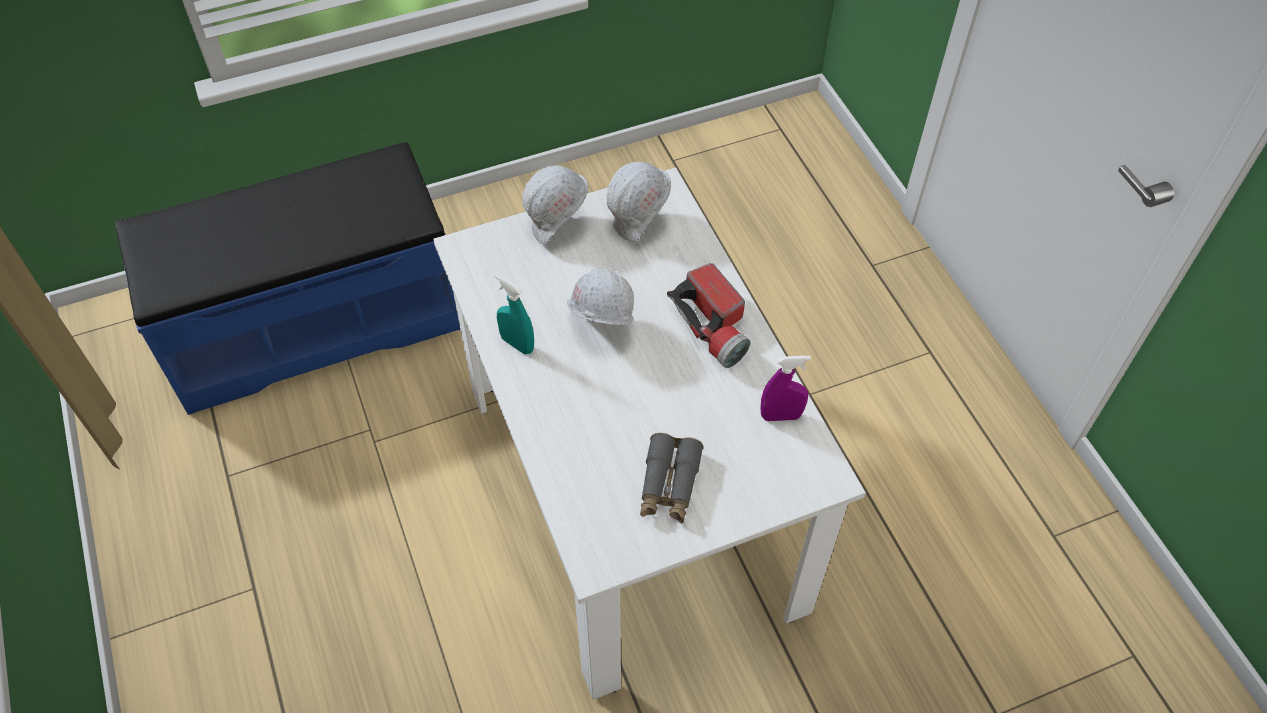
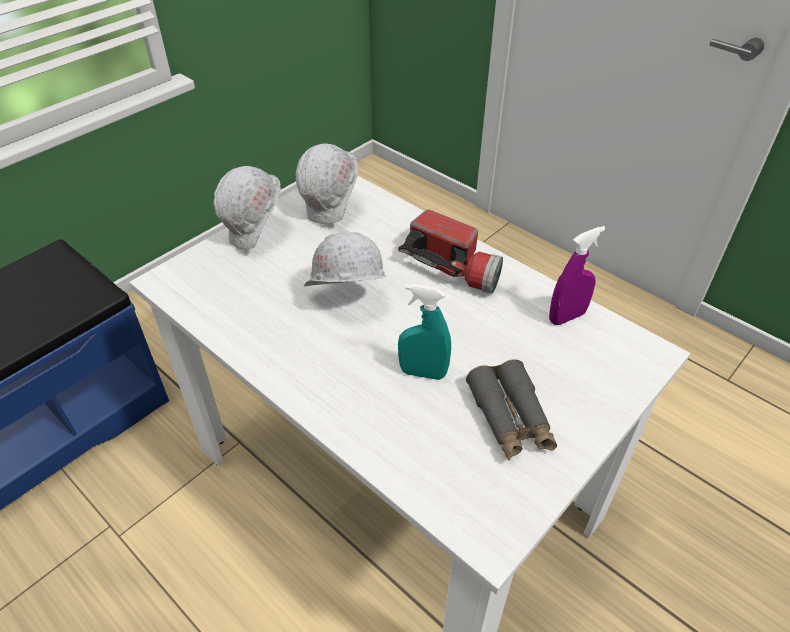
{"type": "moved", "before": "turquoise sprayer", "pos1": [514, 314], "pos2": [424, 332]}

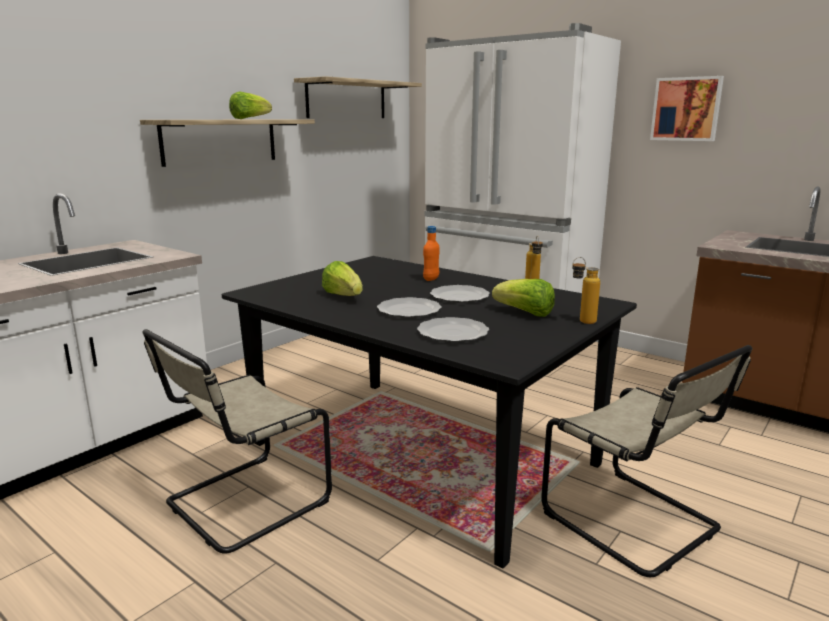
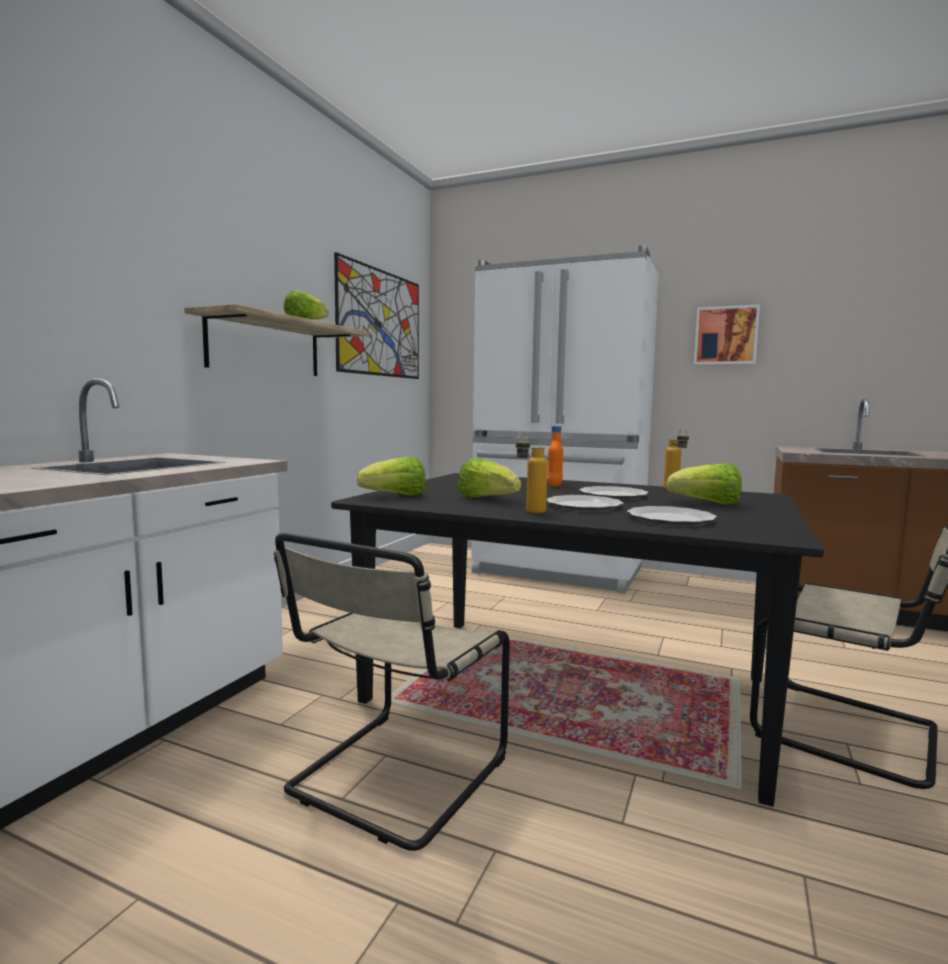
{"type": "replaced", "before": "wall shelf", "after": "picture", "pos1": [358, 97], "pos2": [376, 315]}
{"type": "moved", "before": "drink bottle", "pos1": [586, 290], "pos2": [531, 473]}
{"type": "added", "after": "head of lettuce", "pos2": [391, 476]}

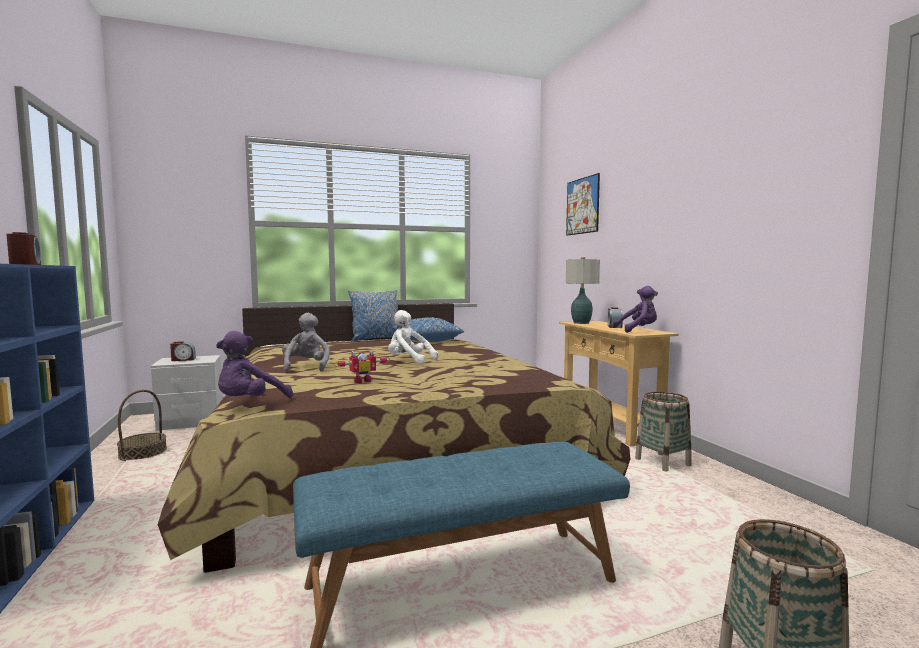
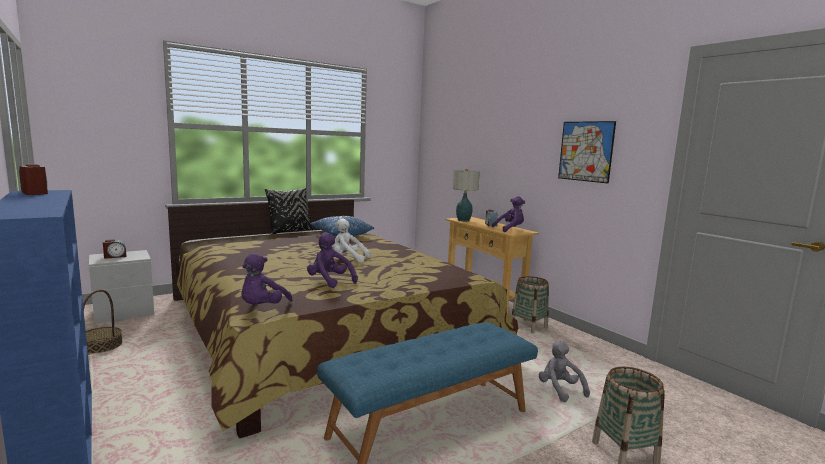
{"type": "moved", "before": "picture", "pos1": [583, 204], "pos2": [587, 152]}
{"type": "recoloured", "before": "blue cushion", "after": "black-coloured cushion", "pos1": [373, 315], "pos2": [289, 211]}
{"type": "moved", "before": "greyish soft toy", "pos1": [306, 342], "pos2": [564, 371]}
{"type": "replaced", "before": "robot figure", "after": "purple soft toy", "pos1": [362, 366], "pos2": [332, 260]}

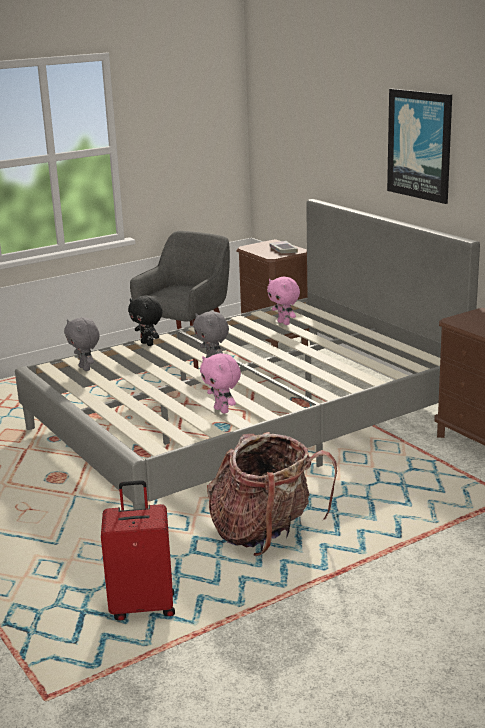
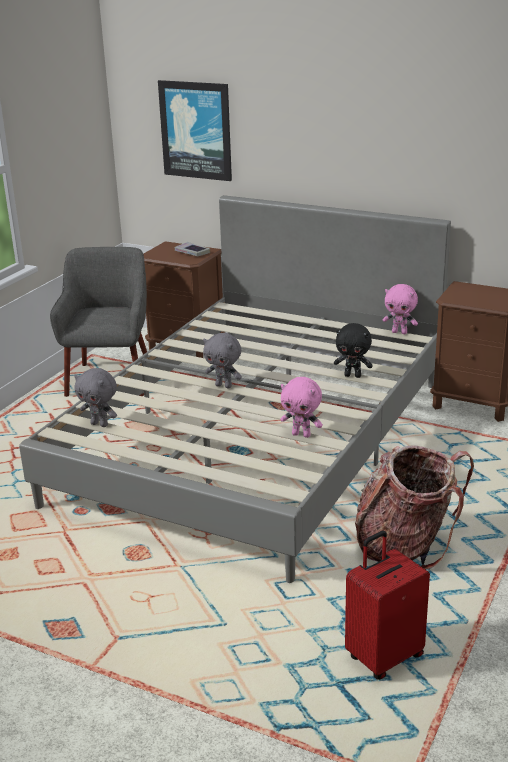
{"type": "moved", "before": "picture", "pos1": [419, 146], "pos2": [195, 130]}
{"type": "moved", "before": "pink soft toy", "pos1": [283, 301], "pos2": [400, 309]}
{"type": "moved", "before": "black-coloured soft toy", "pos1": [145, 320], "pos2": [353, 350]}

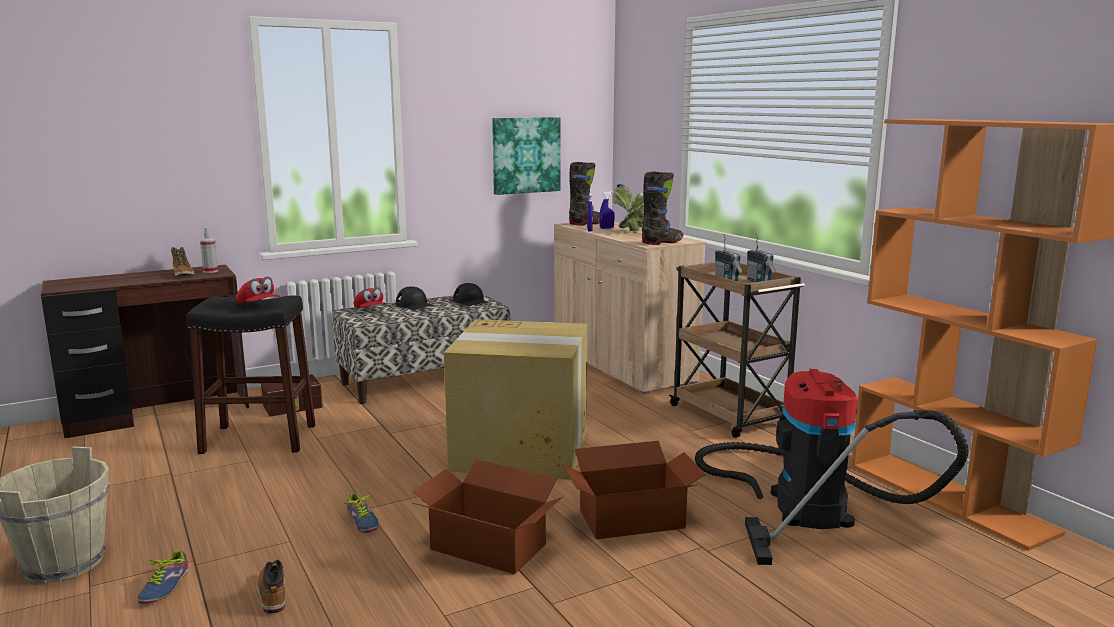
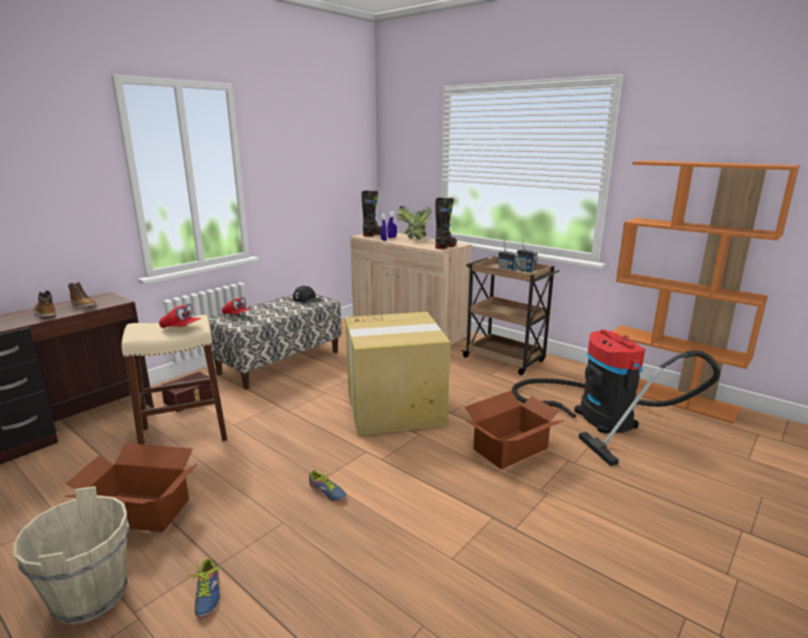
{"type": "removed", "before": "picture", "pos1": [526, 156]}
{"type": "removed", "before": "sprayer", "pos1": [209, 250]}
{"type": "removed", "before": "black-coloured cap", "pos1": [415, 298]}
{"type": "recoloured", "before": "black-coloured sitting stool", "after": "beige sitting stool", "pos1": [251, 375], "pos2": [175, 380]}
{"type": "moved", "before": "carton", "pos1": [488, 517], "pos2": [130, 487]}
{"type": "moved", "before": "high-top boot", "pos1": [270, 586], "pos2": [45, 305]}

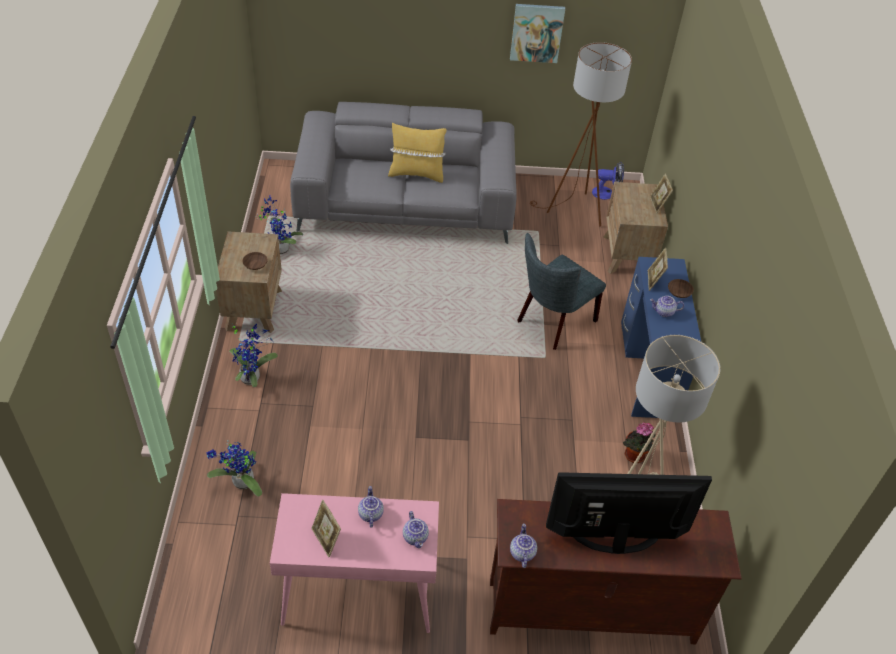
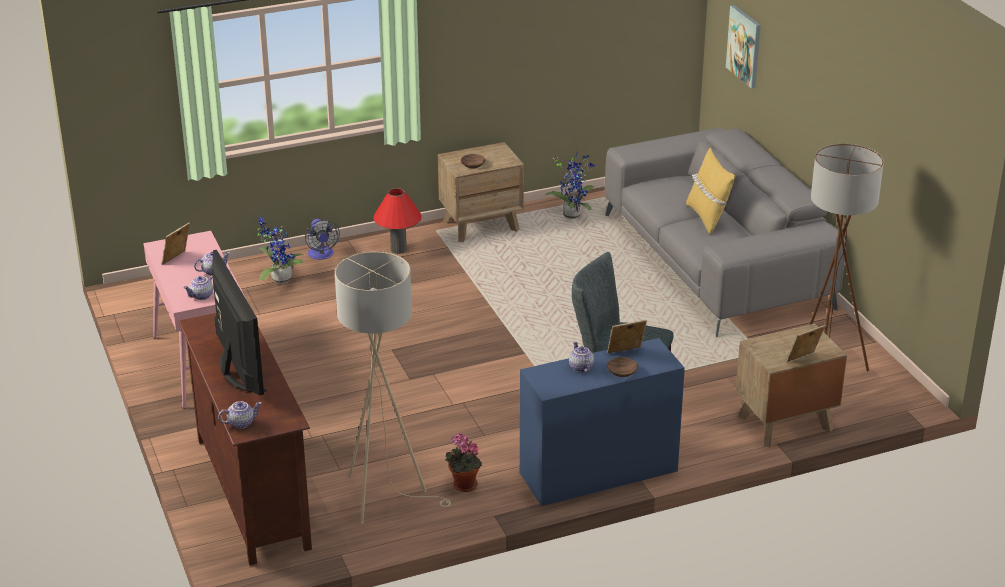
{"type": "moved", "before": "picture", "pos1": [537, 33], "pos2": [743, 46]}
{"type": "moved", "before": "electric fan", "pos1": [608, 181], "pos2": [322, 239]}
{"type": "replaced", "before": "plant in a pot", "after": "red-coloured table lamp", "pos1": [253, 355], "pos2": [397, 221]}
{"type": "moved", "before": "pot for tea", "pos1": [523, 545], "pos2": [240, 415]}

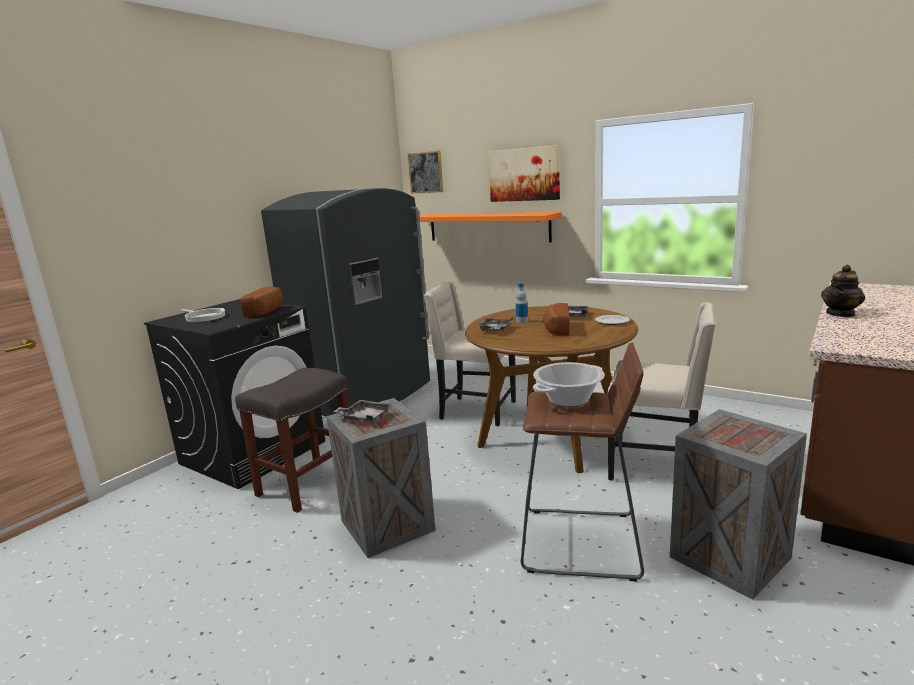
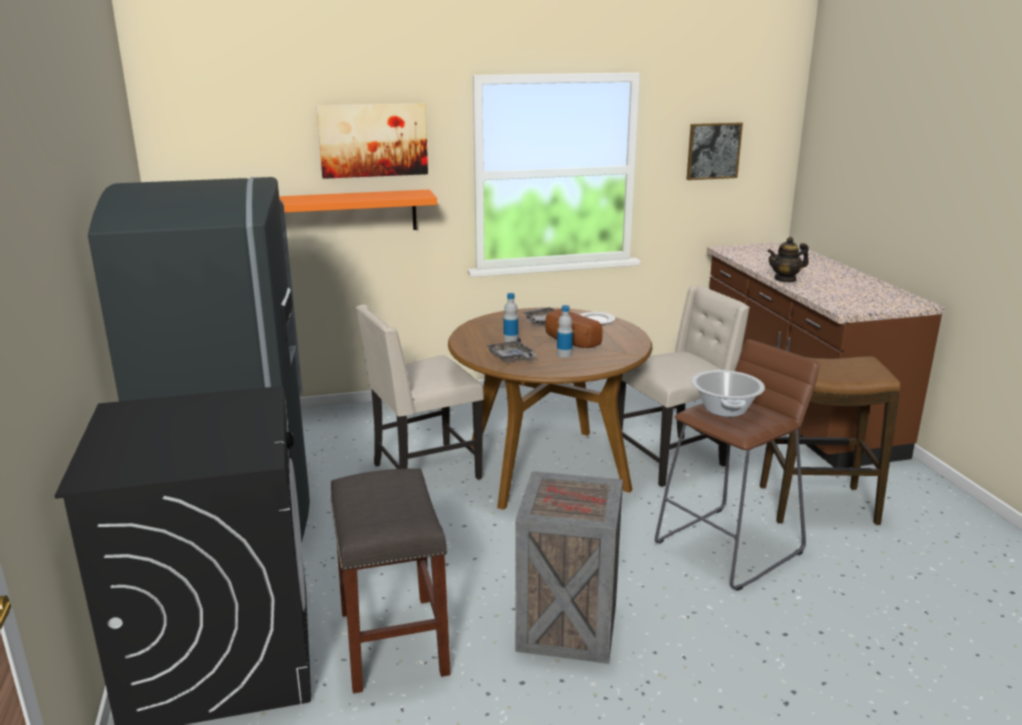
{"type": "moved", "before": "picture", "pos1": [425, 172], "pos2": [715, 151]}
{"type": "turned", "before": "pot for tea", "pos1": [843, 291], "pos2": [788, 259], "turn": 75}
{"type": "removed", "before": "bread", "pos1": [262, 301]}
{"type": "removed", "before": "pan", "pos1": [203, 315]}
{"type": "removed", "before": "greyish tray", "pos1": [362, 412]}
{"type": "replaced", "before": "crate", "after": "sitting stool", "pos1": [738, 504], "pos2": [830, 440]}
{"type": "added", "after": "drink bottle", "pos2": [565, 331]}

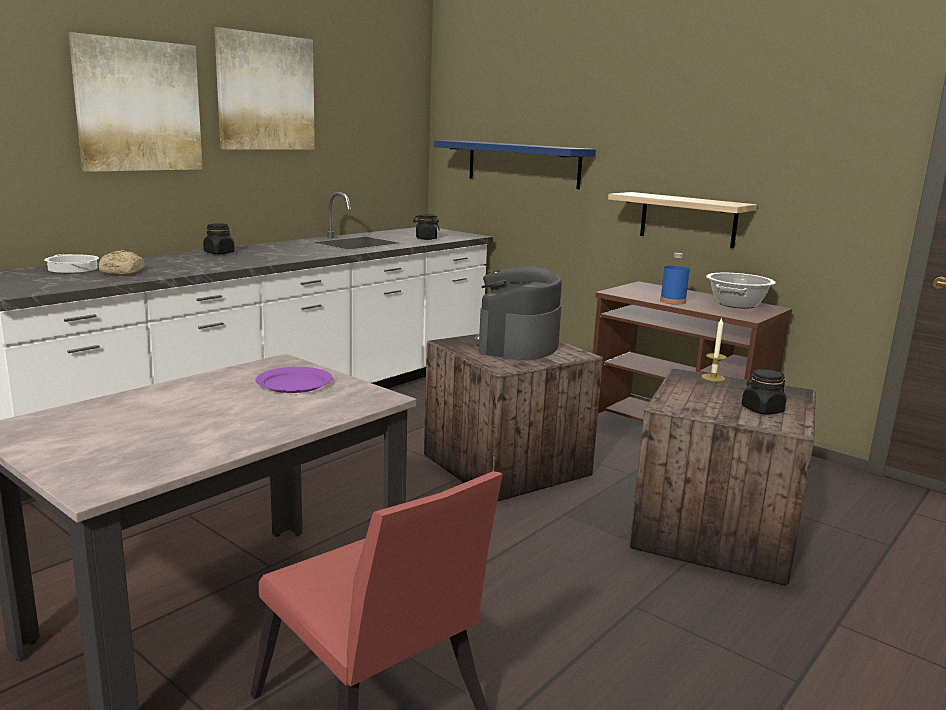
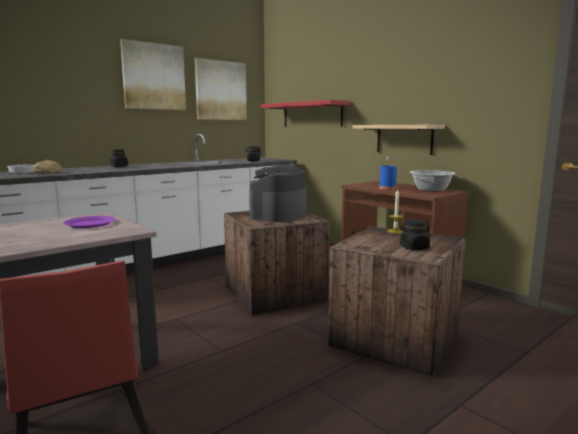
{"type": "moved", "before": "picture", "pos1": [136, 102], "pos2": [221, 89]}
{"type": "recoloured", "before": "blue wall shelf", "after": "red-coloured wall shelf", "pos1": [515, 164], "pos2": [305, 113]}

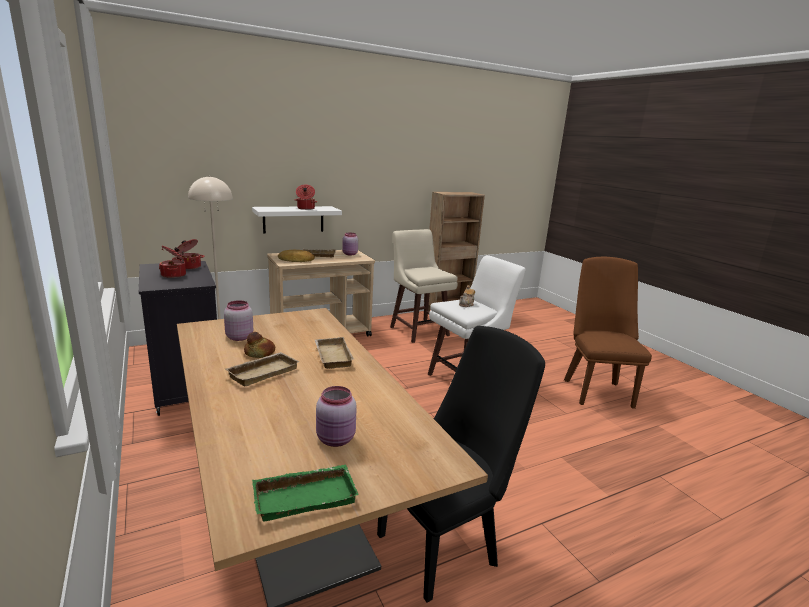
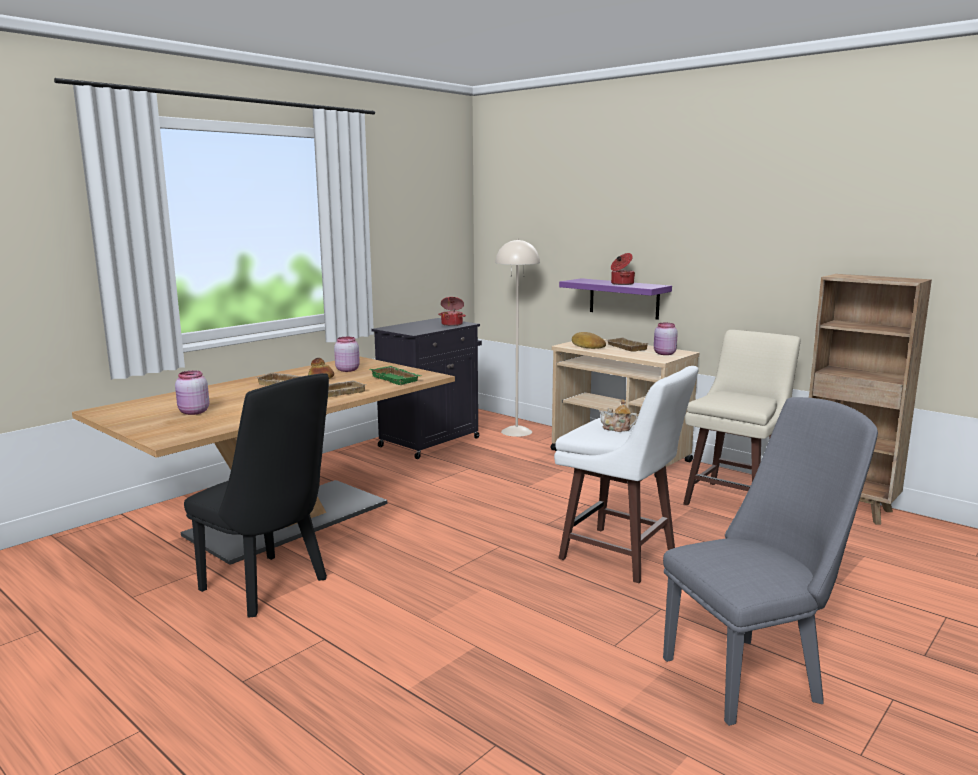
{"type": "recoloured", "before": "white wall shelf", "after": "purple wall shelf", "pos1": [297, 220], "pos2": [615, 299]}
{"type": "removed", "before": "saucepot", "pos1": [172, 262]}
{"type": "recoloured", "before": "brownish plain chair", "after": "greyish plain chair", "pos1": [608, 333], "pos2": [770, 561]}
{"type": "moved", "before": "green tray", "pos1": [305, 493], "pos2": [395, 375]}

